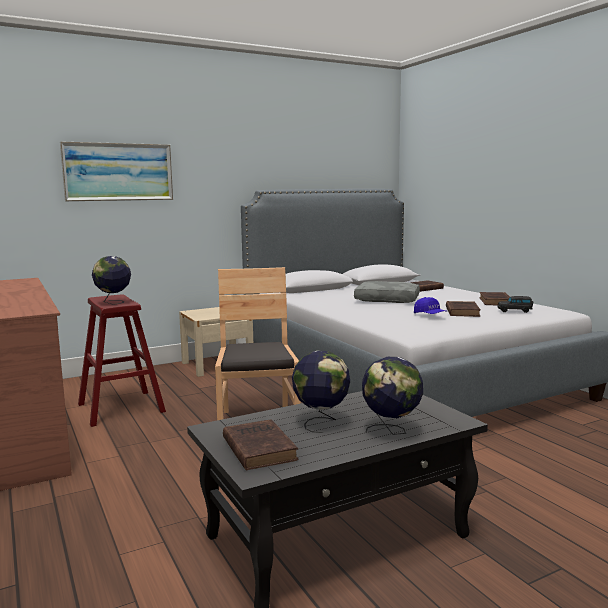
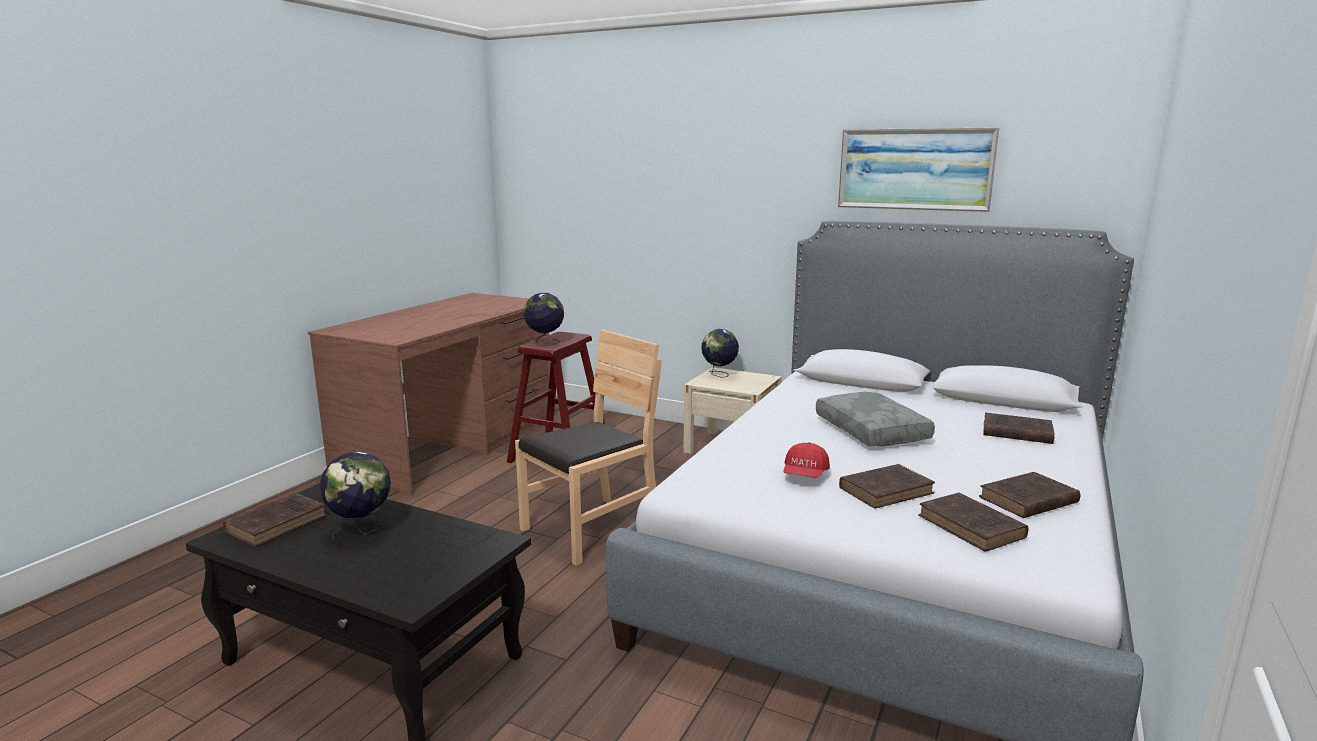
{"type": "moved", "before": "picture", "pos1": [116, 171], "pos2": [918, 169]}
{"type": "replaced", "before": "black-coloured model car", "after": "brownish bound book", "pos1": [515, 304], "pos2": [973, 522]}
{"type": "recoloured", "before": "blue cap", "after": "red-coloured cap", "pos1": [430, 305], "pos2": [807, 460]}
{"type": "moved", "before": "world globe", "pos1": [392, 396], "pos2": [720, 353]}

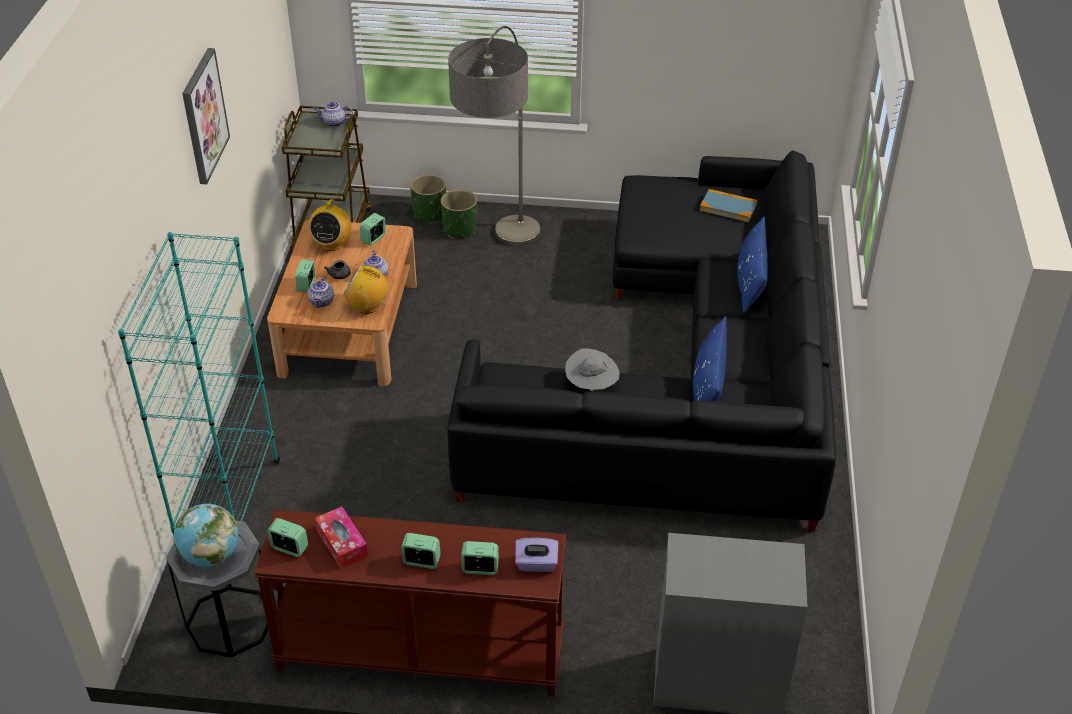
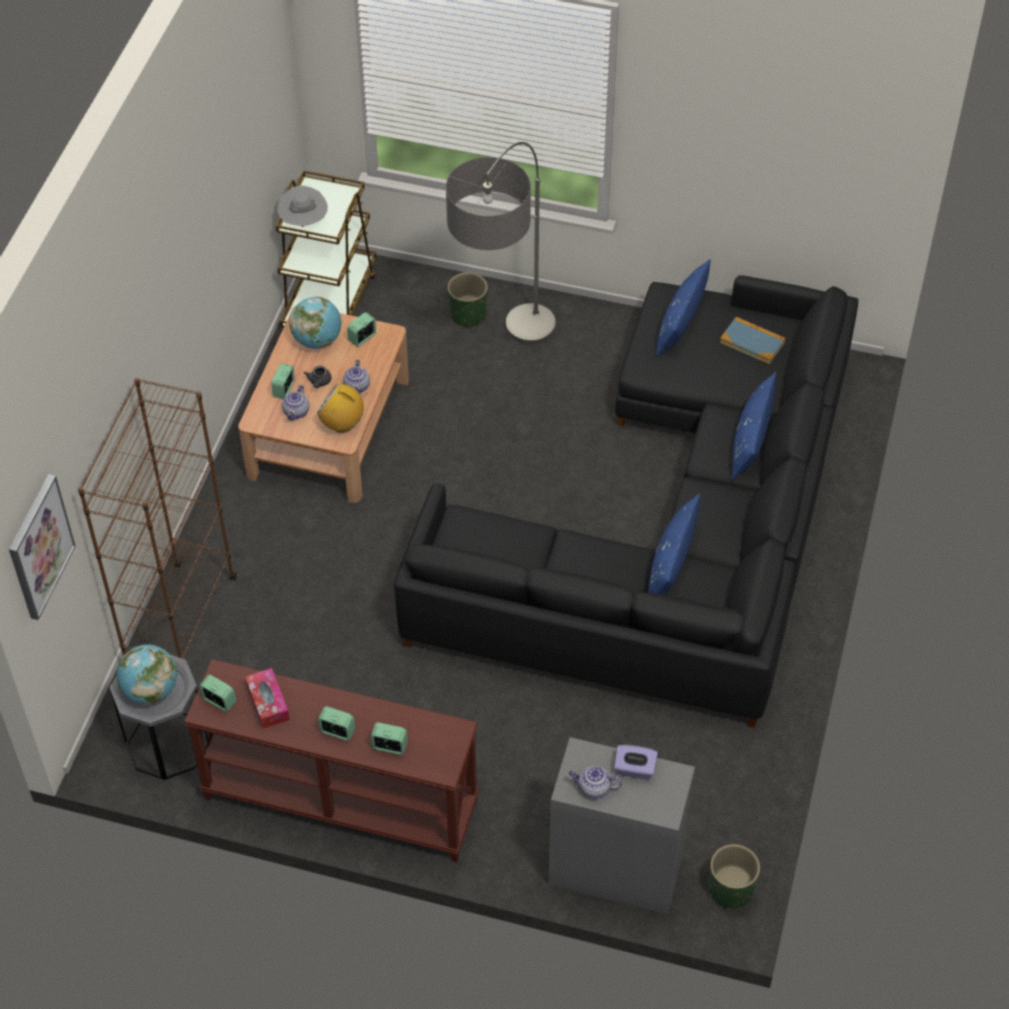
{"type": "moved", "before": "picture", "pos1": [206, 116], "pos2": [42, 547]}
{"type": "moved", "before": "pot for tea", "pos1": [333, 114], "pos2": [595, 782]}
{"type": "moved", "before": "green planter", "pos1": [428, 199], "pos2": [734, 877]}
{"type": "replaced", "before": "radio", "after": "world globe", "pos1": [329, 224], "pos2": [315, 323]}
{"type": "recoloured", "before": "turquoise shelving unit", "after": "brownish shelving unit", "pos1": [199, 384], "pos2": [157, 518]}
{"type": "moved", "before": "greyish clothing hat", "pos1": [592, 370], "pos2": [303, 206]}
{"type": "moved", "before": "purple tissue holder", "pos1": [536, 555], "pos2": [636, 762]}
{"type": "added", "after": "blue cushion", "pos2": [683, 308]}

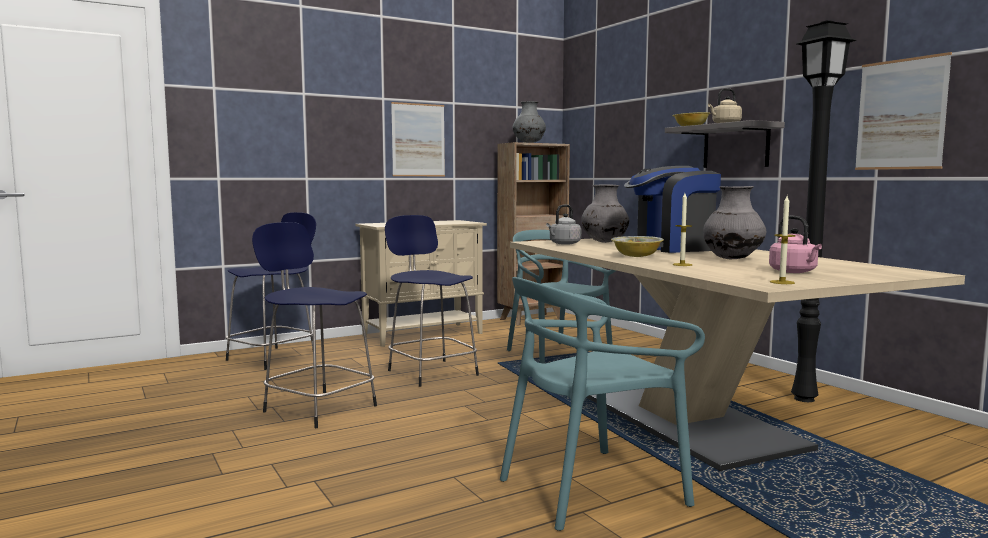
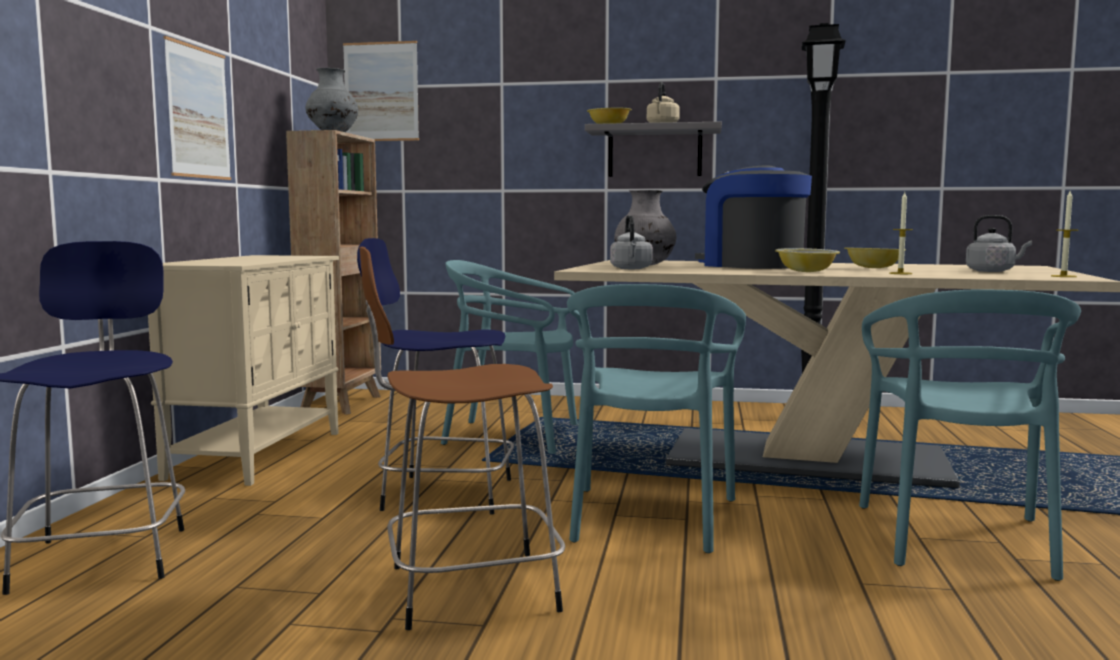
{"type": "moved", "before": "picture", "pos1": [903, 111], "pos2": [381, 91]}
{"type": "turned", "before": "coffee brewer", "pos1": [672, 209], "pos2": [753, 217], "turn": 120}
{"type": "replaced", "before": "greyish flower vase", "after": "serving bowl", "pos1": [734, 222], "pos2": [875, 257]}
{"type": "recoloured", "before": "pink water kettle", "after": "greyish water kettle", "pos1": [795, 244], "pos2": [999, 243]}
{"type": "recoloured", "before": "blue sitting stool", "after": "brownish sitting stool", "pos1": [314, 325], "pos2": [462, 438]}
{"type": "added", "after": "turquoise plain chair", "pos2": [656, 418]}

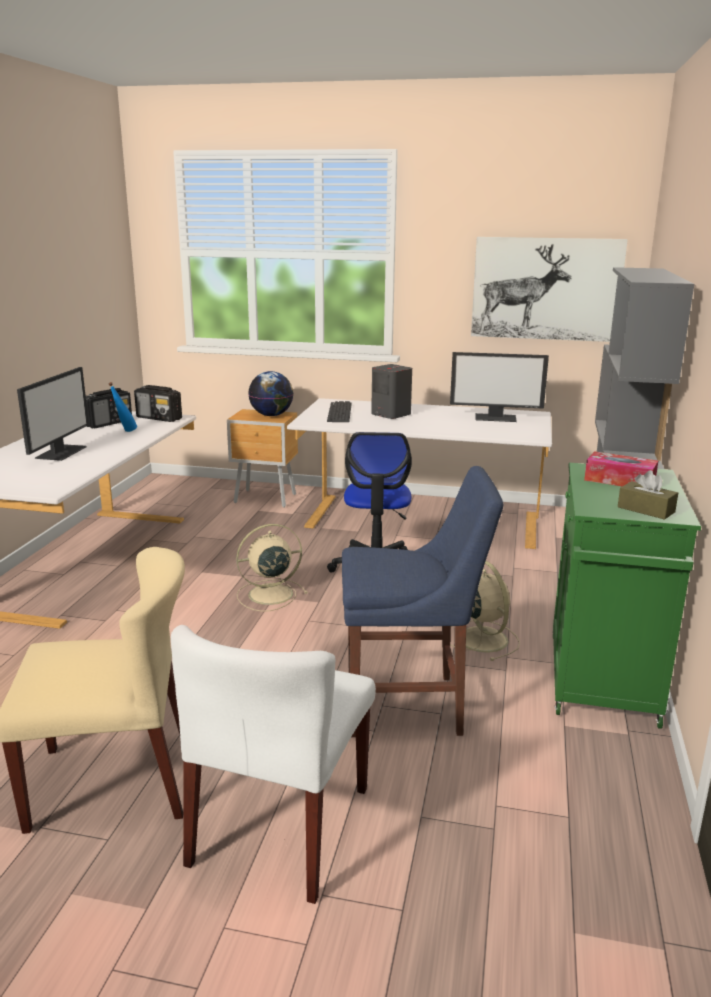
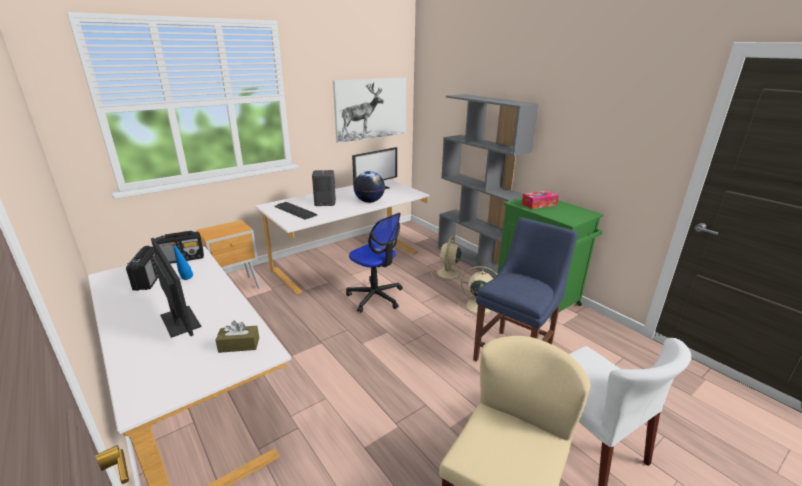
{"type": "moved", "before": "world globe", "pos1": [271, 393], "pos2": [369, 187]}
{"type": "moved", "before": "brownish tissue holder", "pos1": [648, 495], "pos2": [237, 337]}
{"type": "moved", "before": "beige electric fan", "pos1": [272, 568], "pos2": [448, 259]}

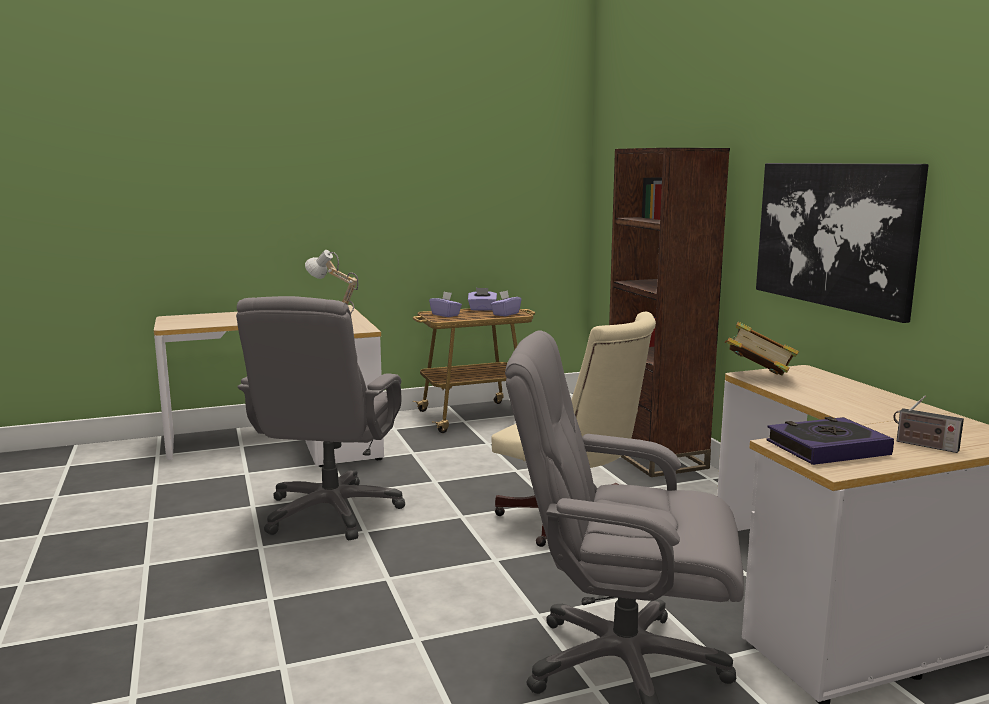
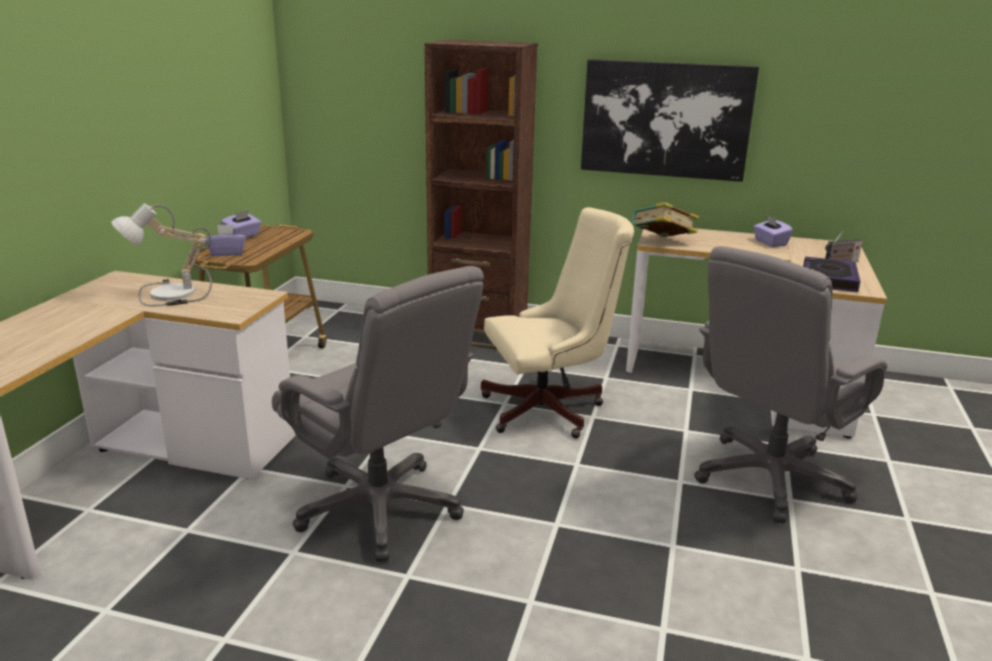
{"type": "moved", "before": "purple tissue holder", "pos1": [505, 303], "pos2": [773, 231]}

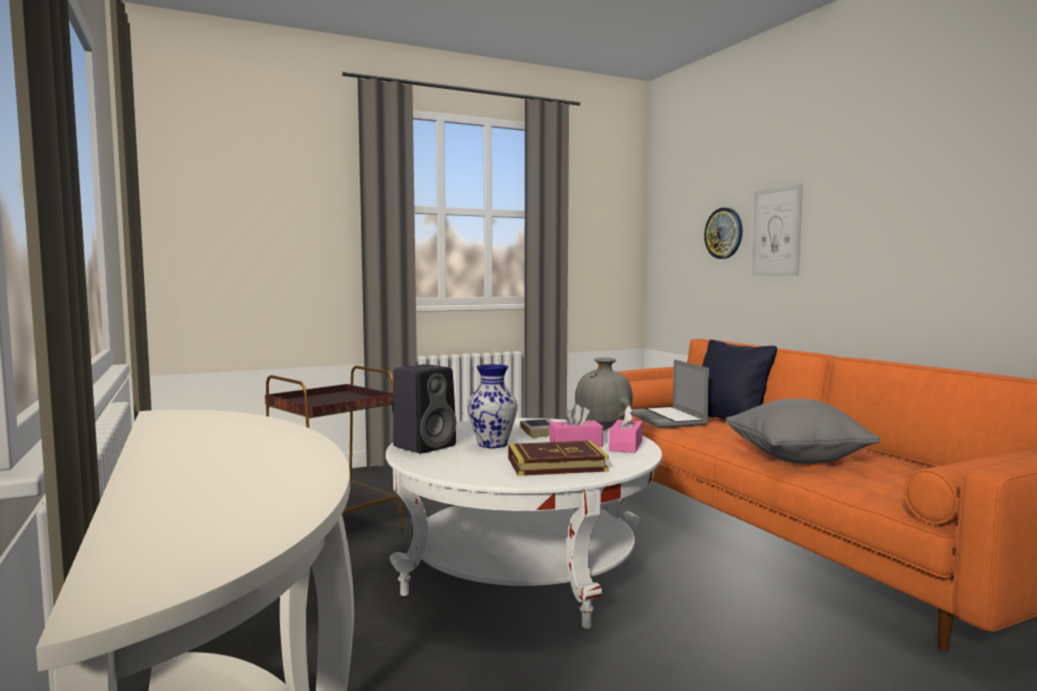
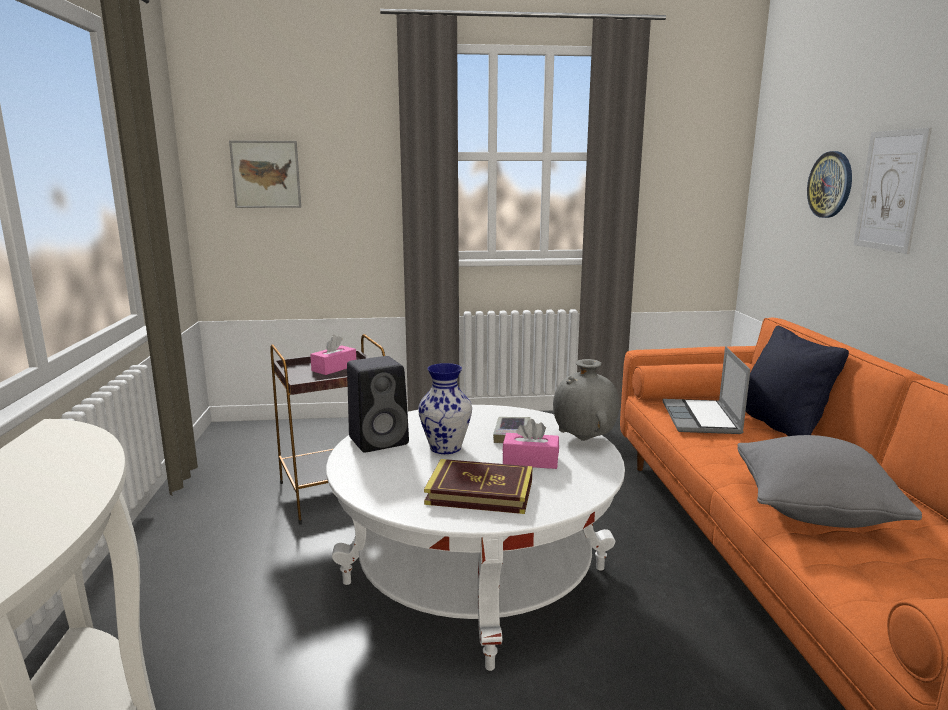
{"type": "moved", "before": "pink tissue holder", "pos1": [626, 429], "pos2": [333, 355]}
{"type": "added", "after": "picture", "pos2": [265, 174]}

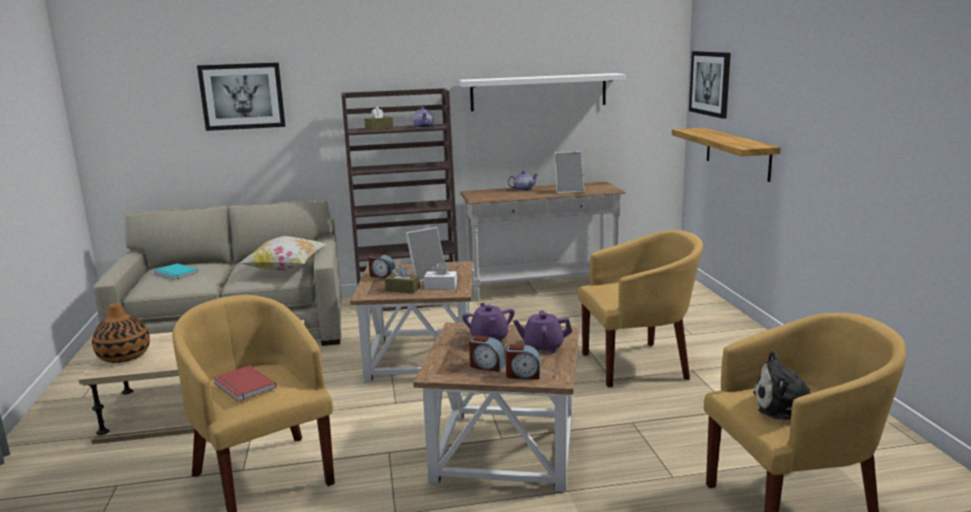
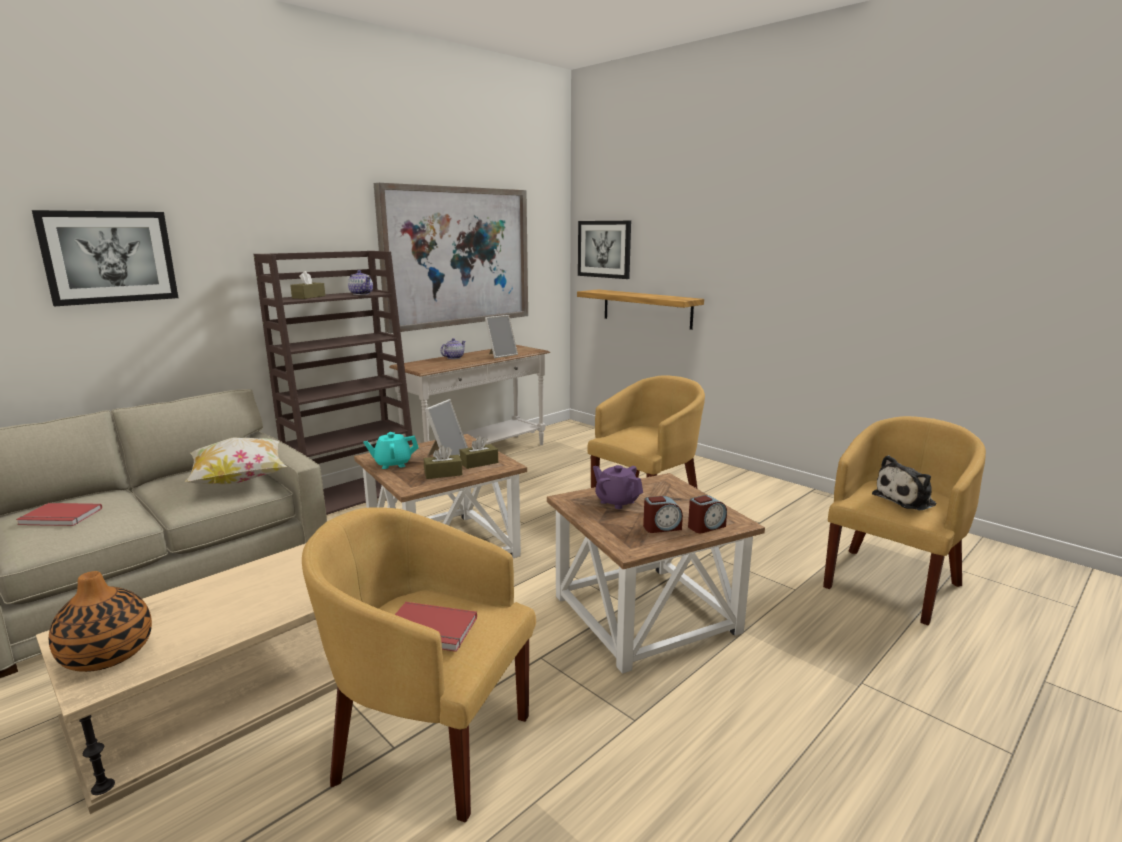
{"type": "replaced", "before": "white wall shelf", "after": "picture", "pos1": [542, 92], "pos2": [451, 258]}
{"type": "replaced", "before": "bedside clock", "after": "turquoise pot for tea", "pos1": [381, 266], "pos2": [391, 450]}
{"type": "recoloured", "before": "white tissue holder", "after": "brownish tissue holder", "pos1": [440, 275], "pos2": [479, 452]}
{"type": "recoloured", "before": "turquoise bound book", "after": "red-coloured bound book", "pos1": [176, 271], "pos2": [59, 514]}
{"type": "removed", "before": "purple pot for tea", "pos1": [542, 331]}

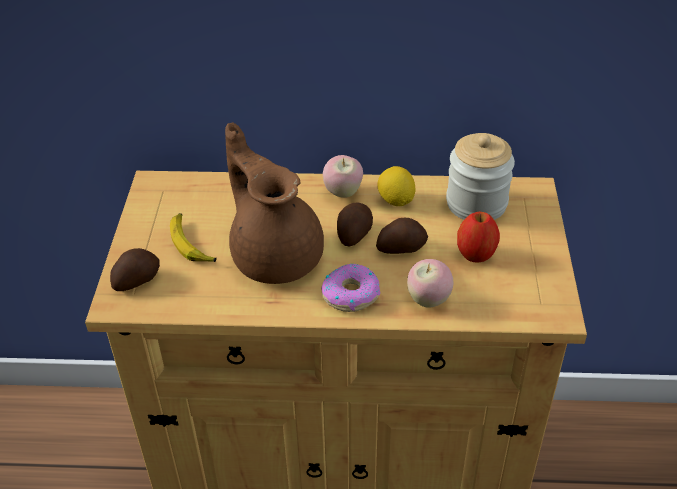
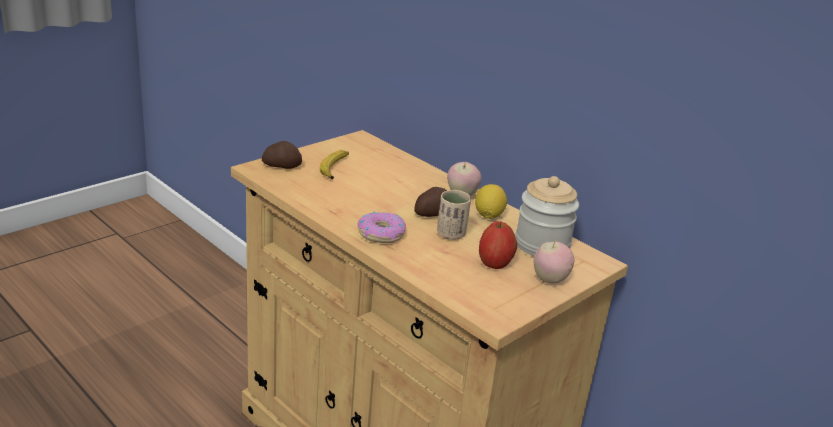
{"type": "removed", "before": "brownish pot for tea", "pos1": [274, 203]}
{"type": "replaced", "before": "whole potato", "after": "beige small cup", "pos1": [402, 235], "pos2": [454, 215]}
{"type": "moved", "before": "whole apple", "pos1": [430, 283], "pos2": [553, 262]}

